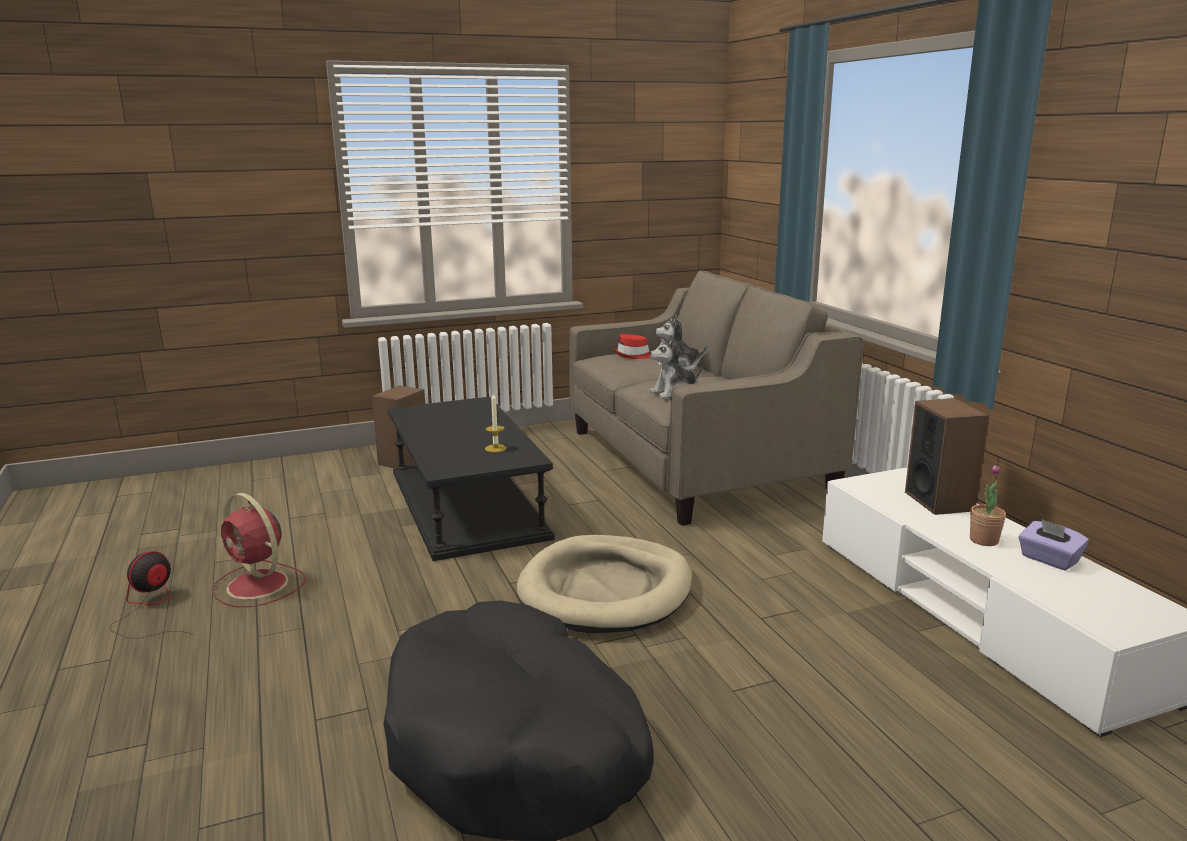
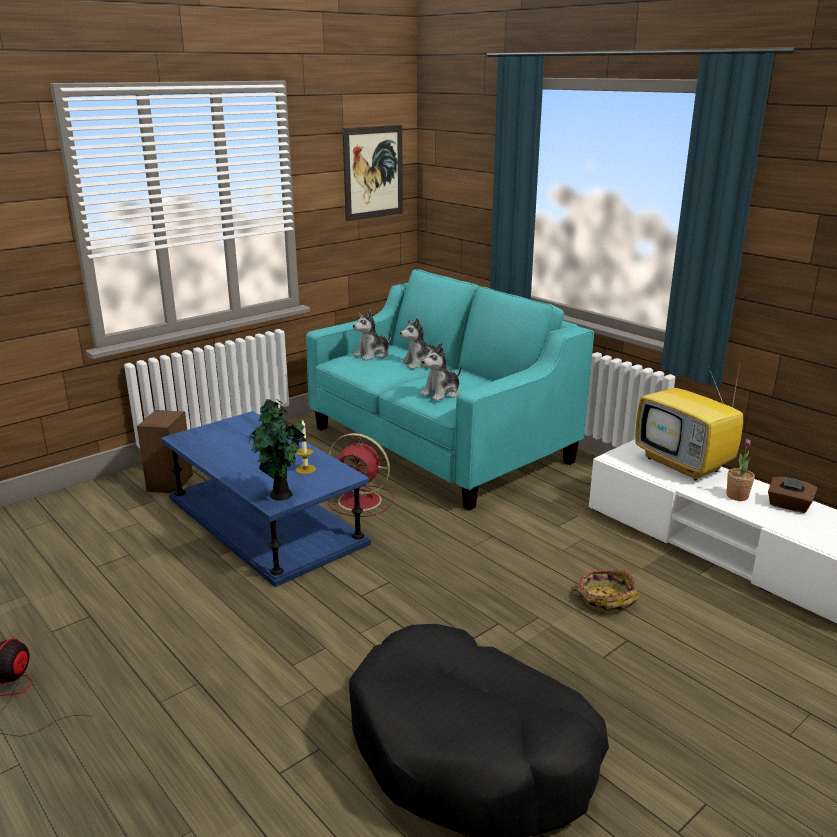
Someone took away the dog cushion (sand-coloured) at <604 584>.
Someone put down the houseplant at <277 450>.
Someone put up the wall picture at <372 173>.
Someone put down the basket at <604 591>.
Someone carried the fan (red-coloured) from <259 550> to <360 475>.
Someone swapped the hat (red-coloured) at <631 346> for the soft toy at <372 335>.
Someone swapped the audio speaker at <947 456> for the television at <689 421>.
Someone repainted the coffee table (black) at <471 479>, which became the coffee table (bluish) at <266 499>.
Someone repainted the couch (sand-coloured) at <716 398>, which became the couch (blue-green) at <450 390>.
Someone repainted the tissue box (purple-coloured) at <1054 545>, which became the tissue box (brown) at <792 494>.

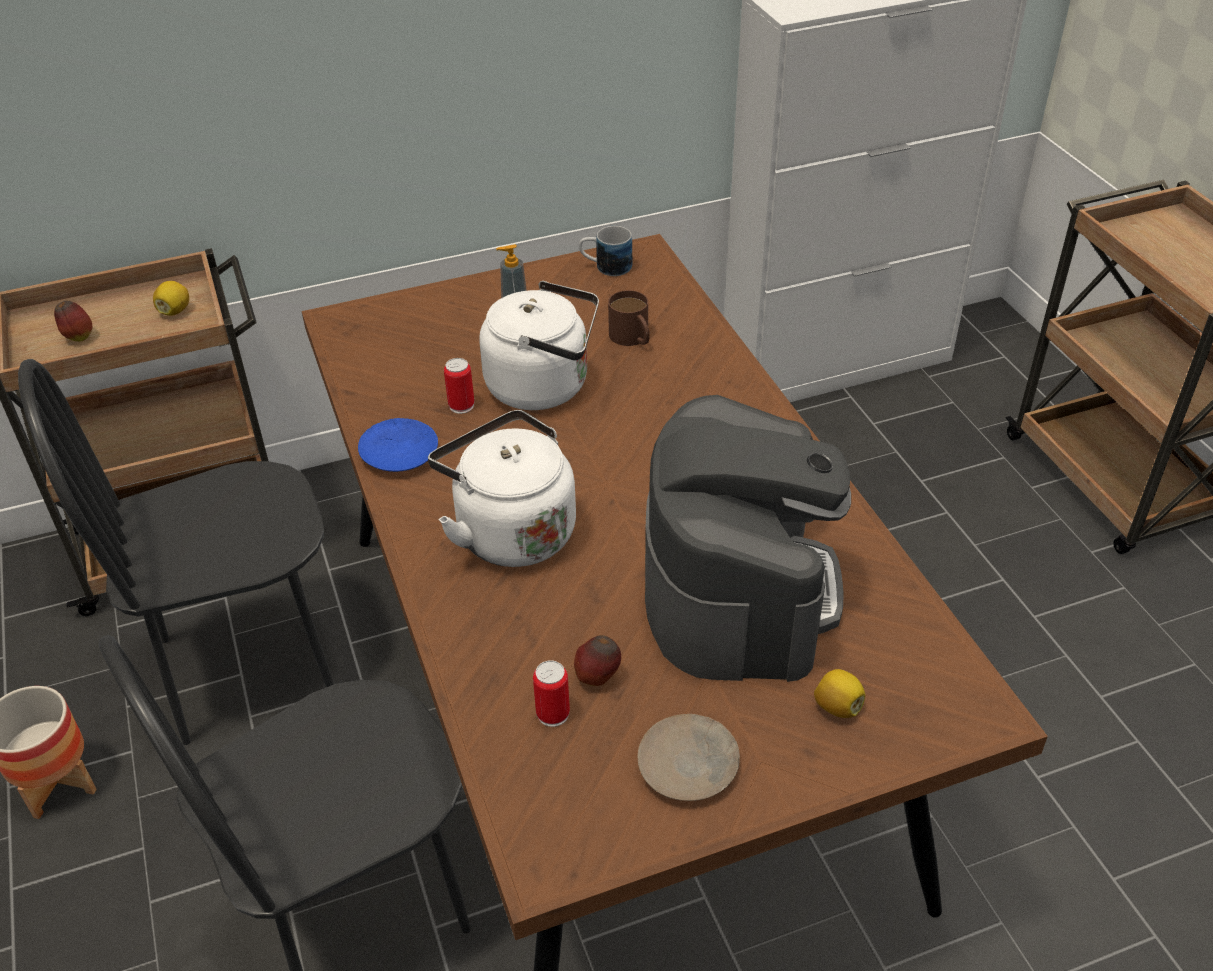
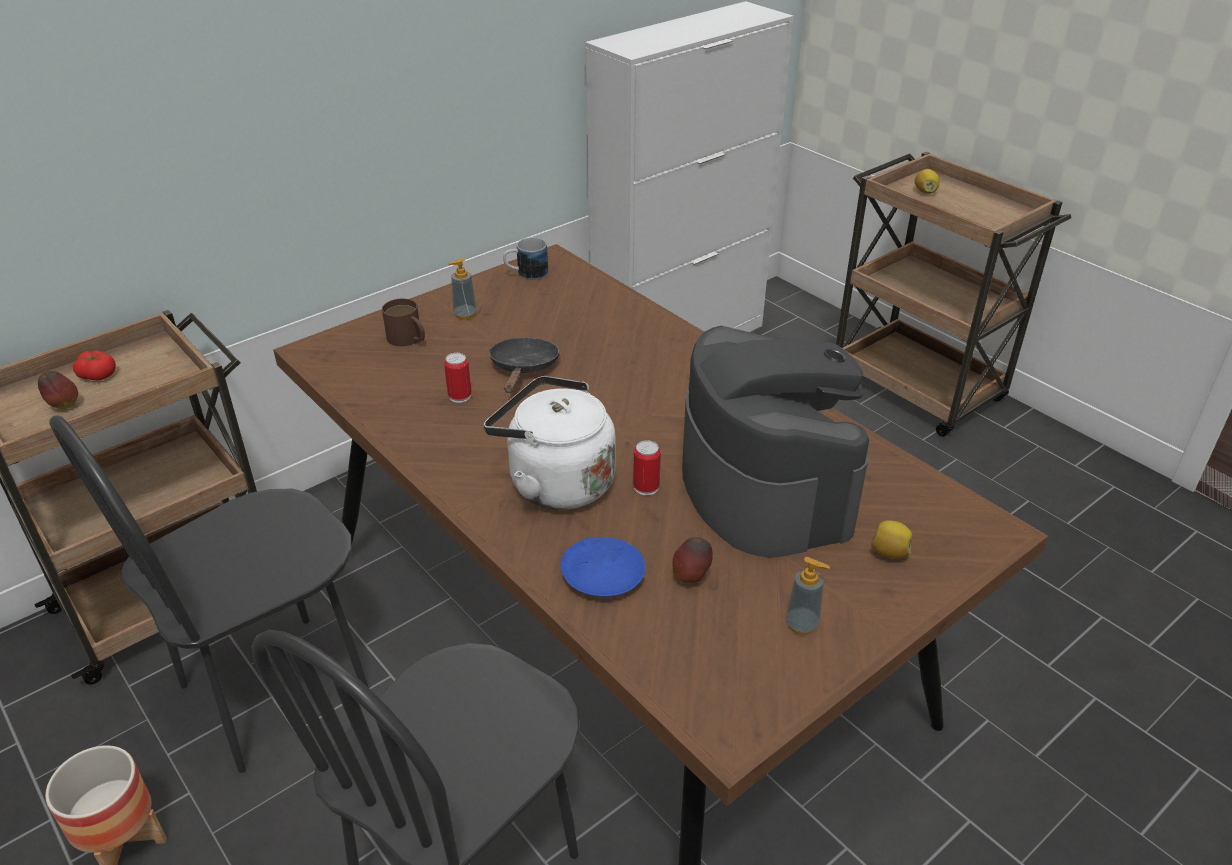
Someone put down the whole tomato at <94 365>.
Someone carried the citrus fruit from <171 298> to <927 181>.
Someone carried the flat dish (bluish) from <398 445> to <602 567>.
Someone carried the sealed can from <551 693> to <647 468>.
Someone carried the mug (brown) from <629 318> to <403 322>.
Someone swapped the tea kettle (whitish) at <539 345> for the skillet (black) at <524 365>.
Someone swapped the flat dish (sand-coloured) at <689 757> for the soap dispenser at <807 596>.

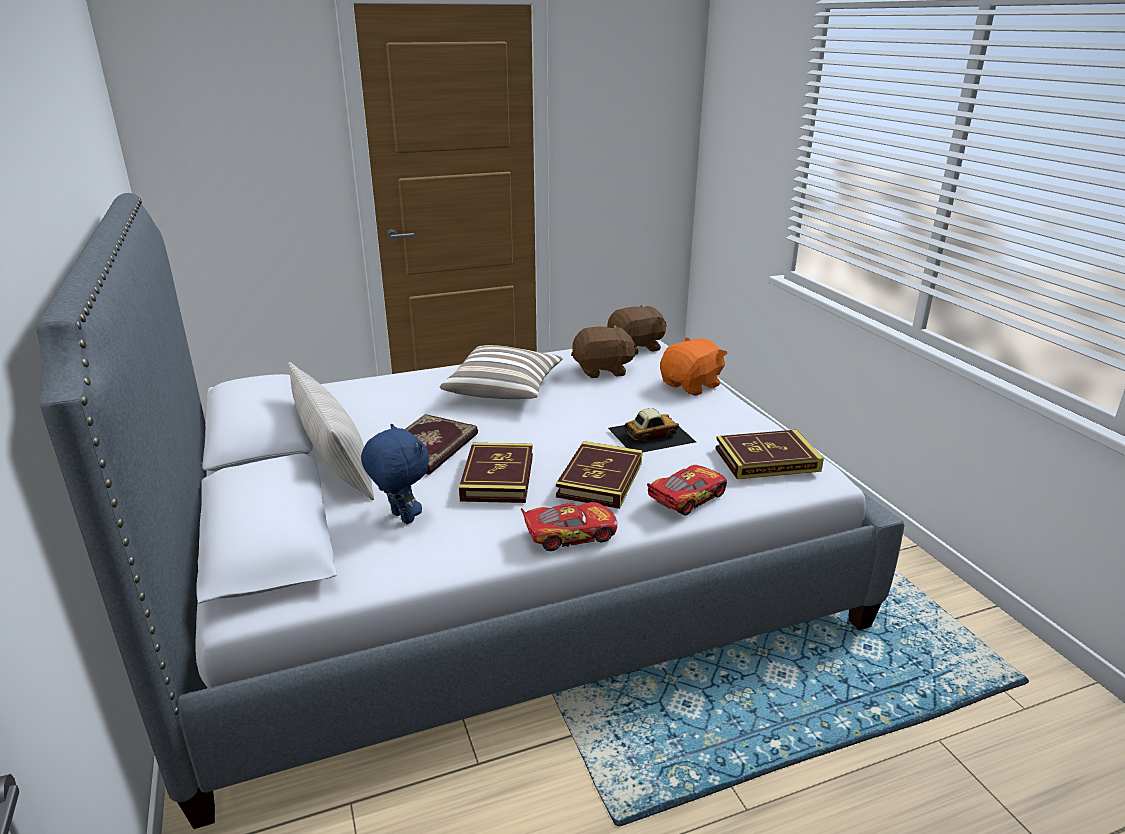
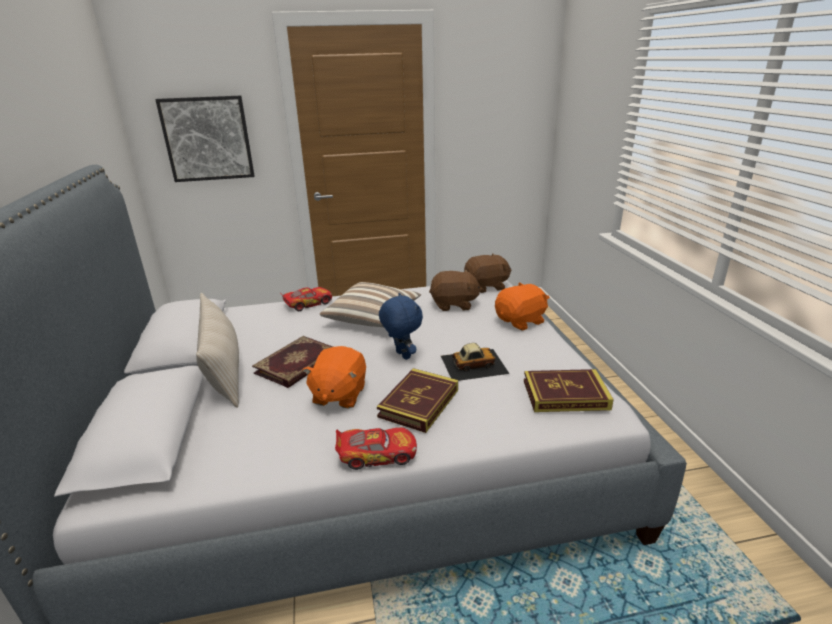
Someone put up the wall picture at <205 139>.
Someone carried the soft toy (bluish) from <395 474> to <401 326>.
Someone carried the model car from <687 490> to <306 299>.
Someone swapped the book at <496 473> for the soft toy (orangey) at <334 377>.

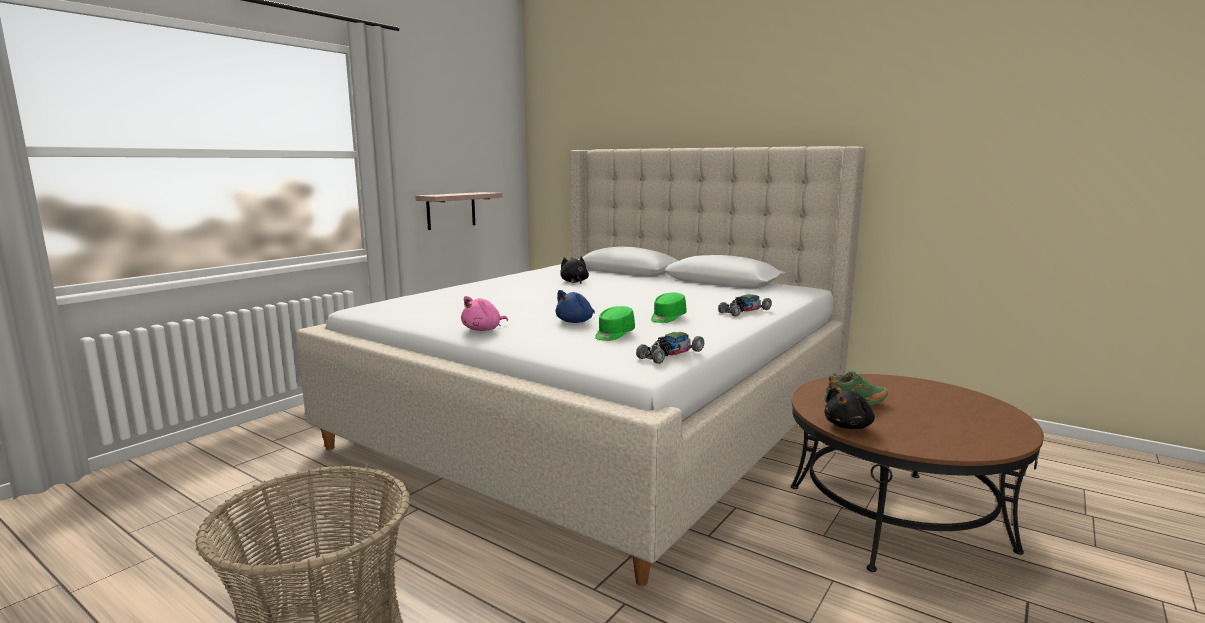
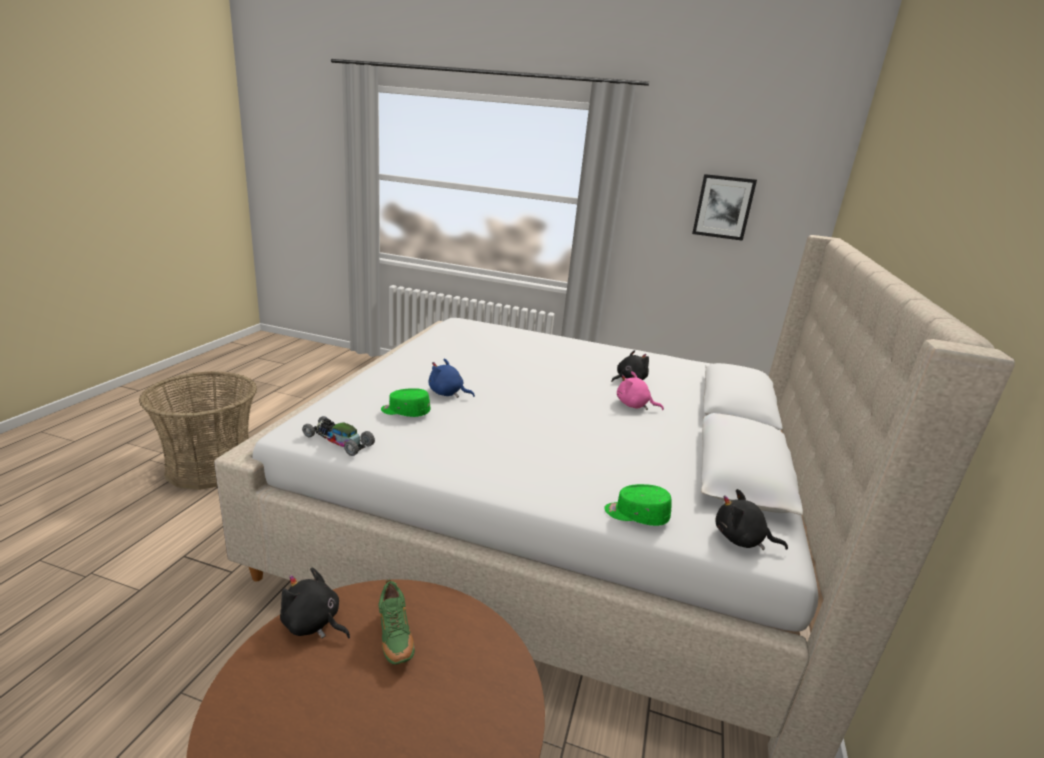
Someone took away the shelf at <458 211>.
Someone took away the model car at <745 305>.
Someone put up the wall picture at <724 207>.
Someone put down the soft toy (black) at <751 519>.
Someone carried the soft toy (pink) from <484 313> to <640 390>.
Someone carried the baseball cap (green-coloured) from <668 308> to <638 505>.

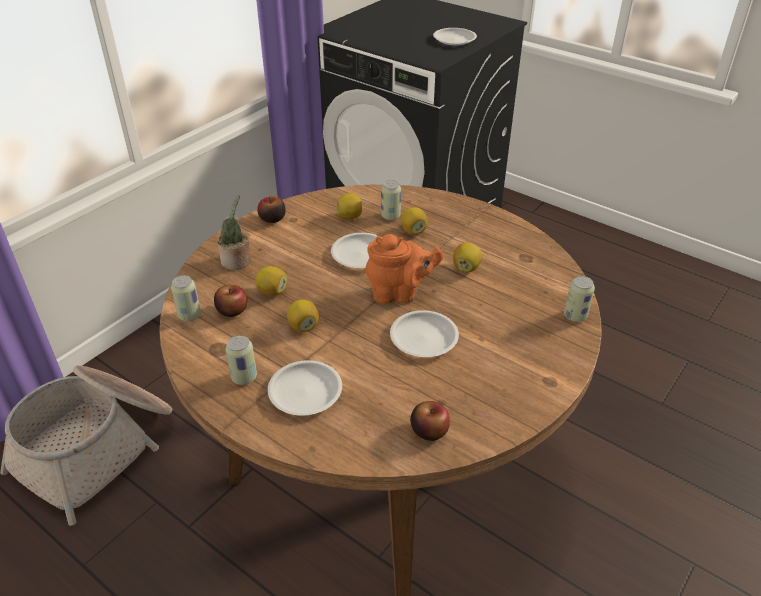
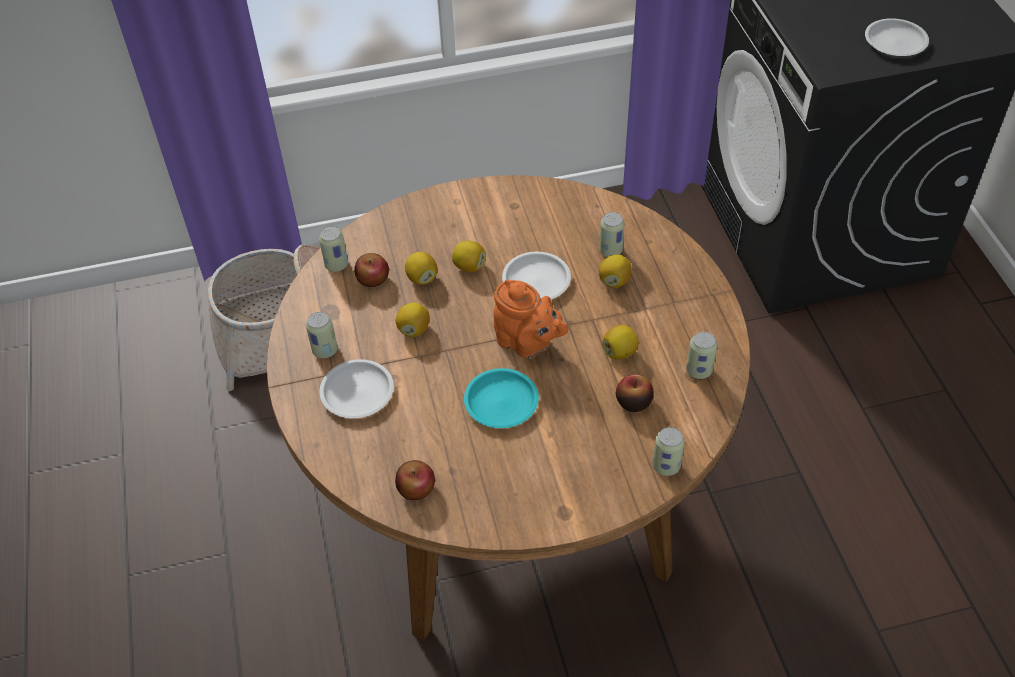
Someone took away the houseplant at <234 232>.
Someone put down the sealed can at <701 355>.
Someone carried the apple from <271 209> to <635 393>.
Someone carried the citrus fruit from <349 206> to <469 256>.
Someone repainted the flat dish (whitish) at <424 333>, which became the flat dish (blue-green) at <501 398>.

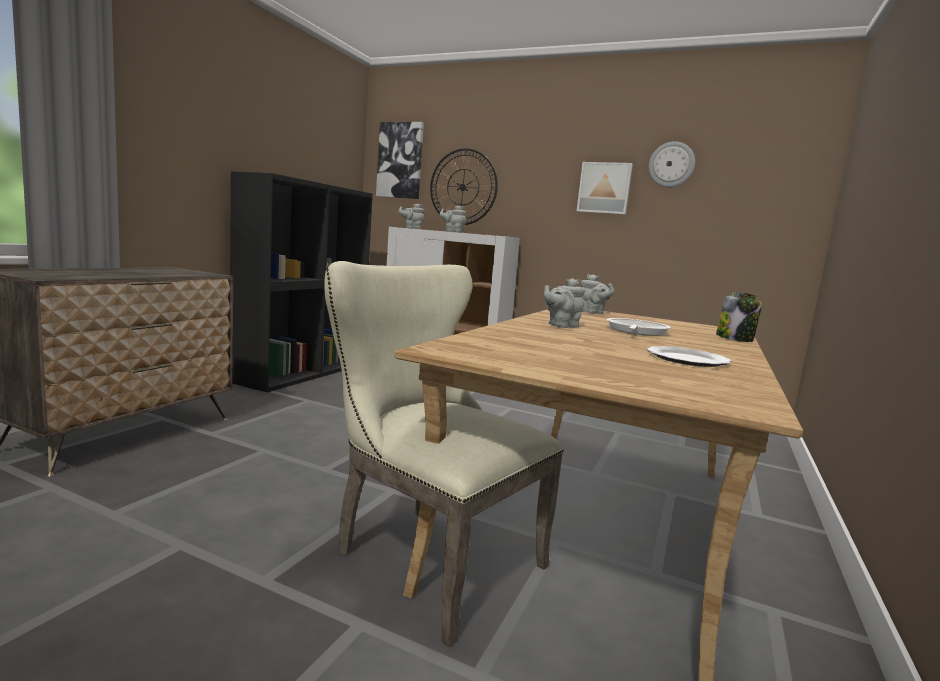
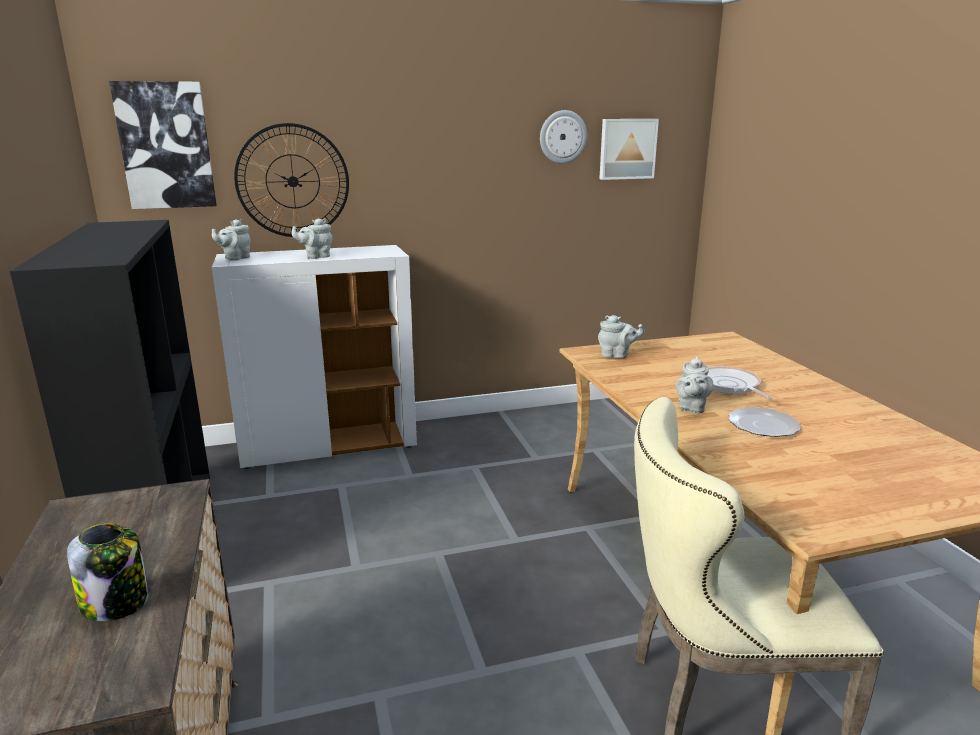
Someone carried the wall picture from <605 188> to <629 149>.
Someone carried the flat dish from <689 356> to <764 422>.
Someone carried the jar from <739 317> to <108 572>.

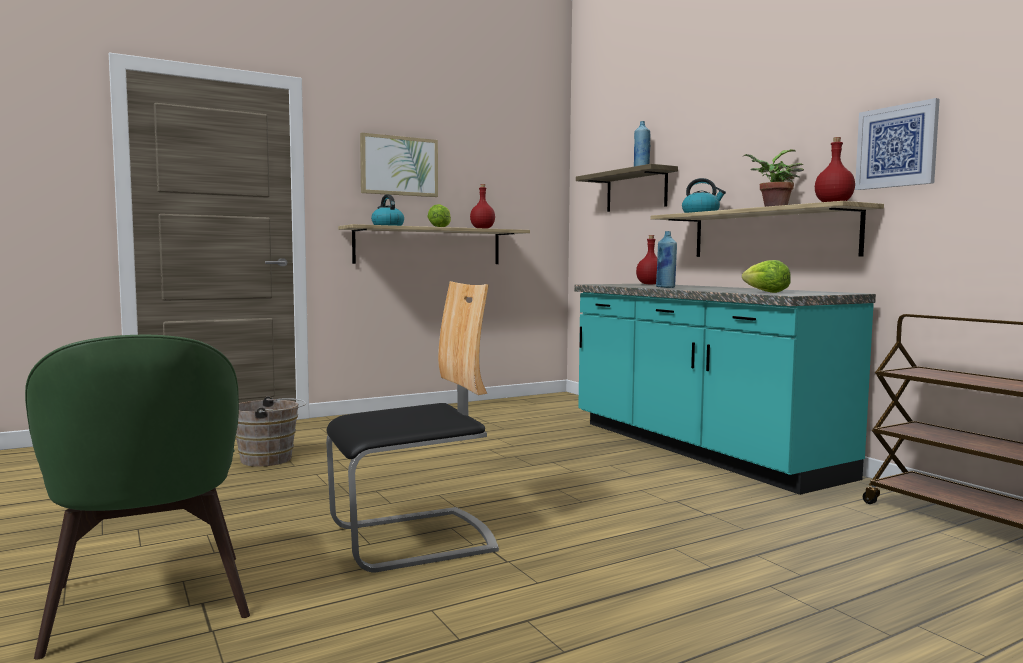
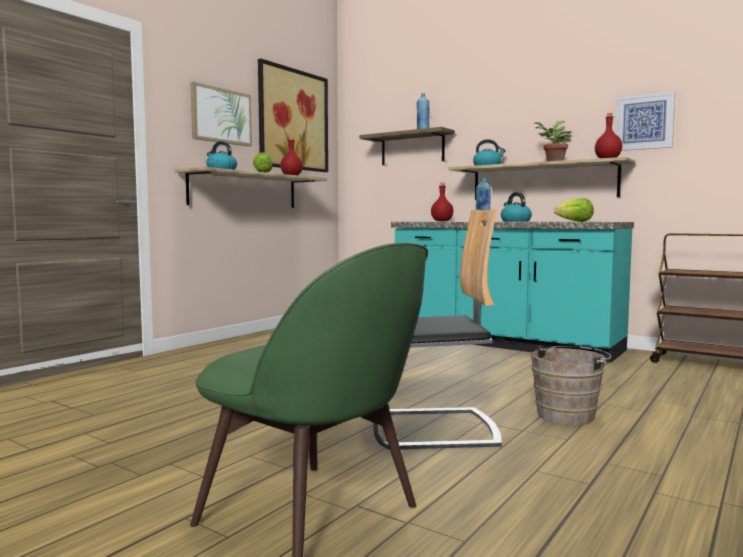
Someone put up the wall picture at <293 115>.
Someone put down the tea kettle at <516 207>.
Someone carried the bucket (brown) from <271 431> to <571 385>.
Someone rotated the plain chair at <412 426> by 45 degrees clockwise.

